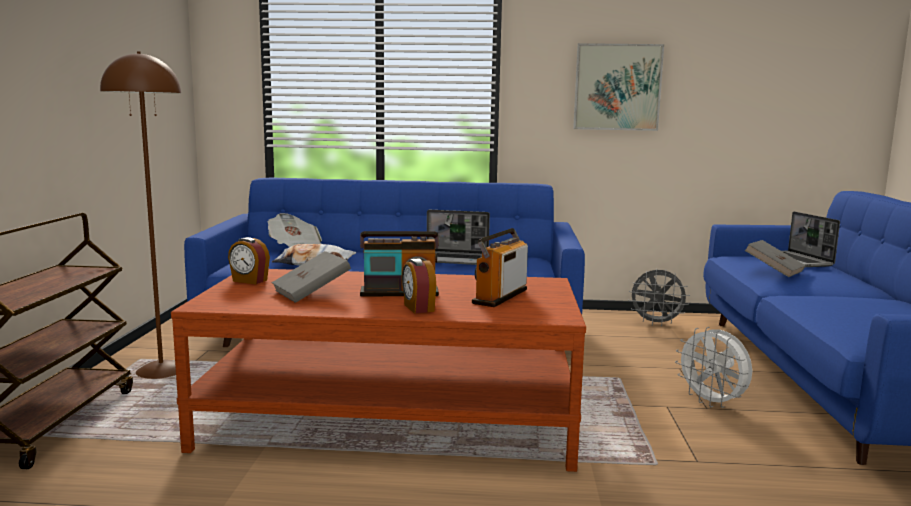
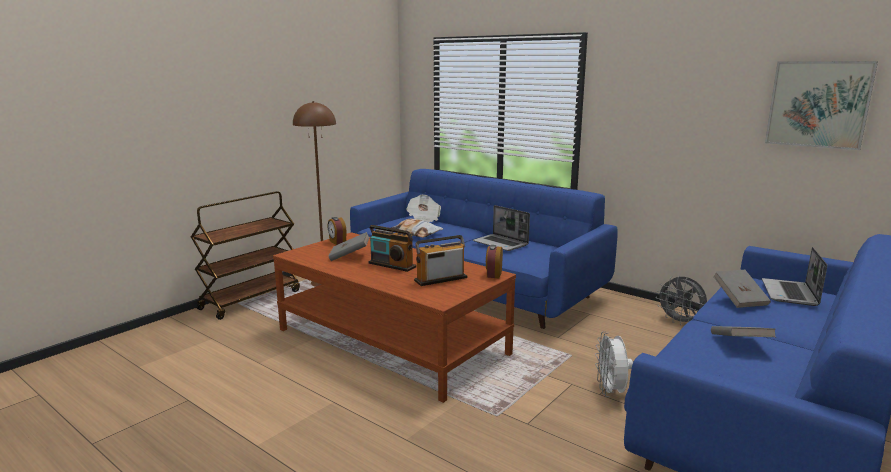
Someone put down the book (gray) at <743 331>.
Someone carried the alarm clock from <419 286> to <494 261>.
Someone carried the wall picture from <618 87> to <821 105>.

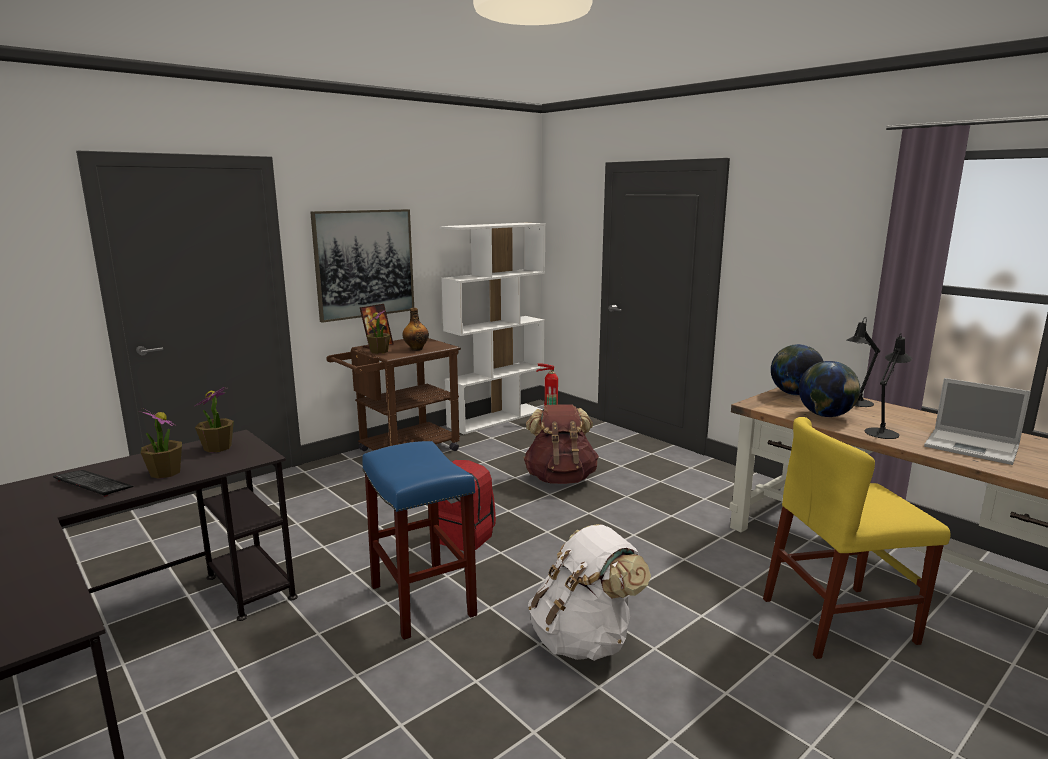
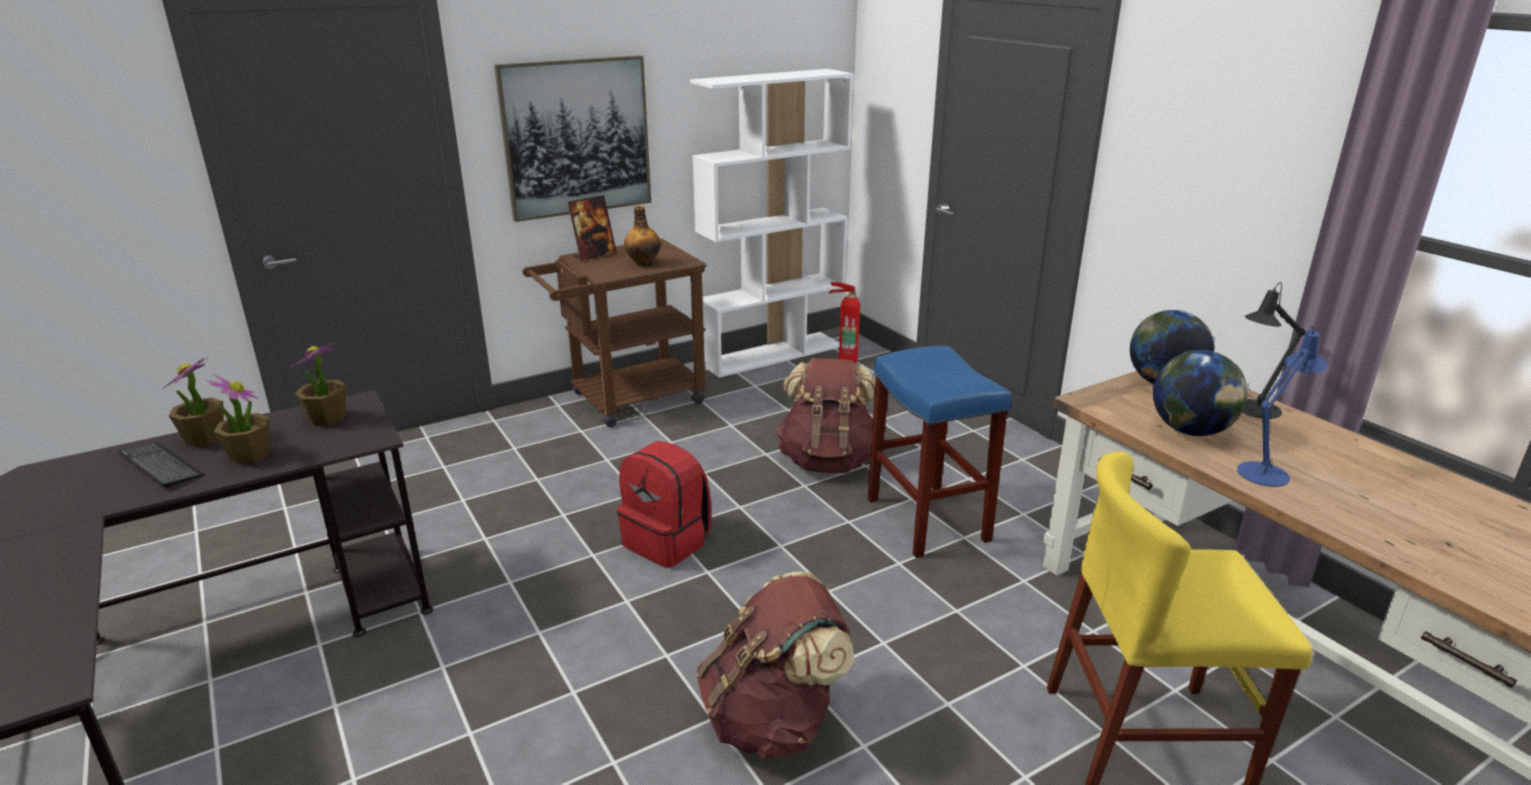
Someone took away the portable computer at <977 421>.
Someone carried the sitting stool (bluish) from <419 540> to <939 452>.
Someone carried the houseplant from <378 331> to <193 402>.
Someone repainted the knapsack (whitish) at <589 592>, which became the knapsack (brown) at <775 665>.
Someone repainted the table lamp (black) at <888 386>, which became the table lamp (bluish) at <1282 406>.

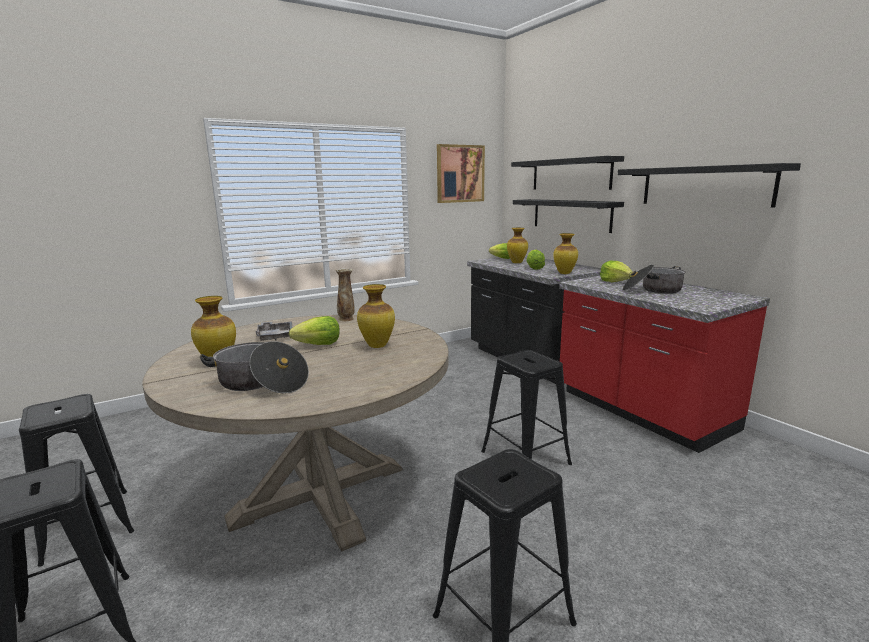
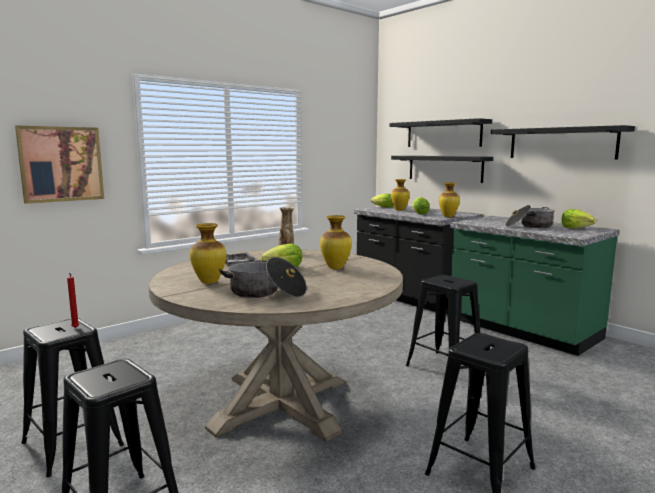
Someone put down the wax candle (red-coloured) at <73 300>.
Someone carried the wall picture from <461 173> to <59 165>.
Someone carried the lettuce head from <616 271> to <578 219>.
Someone repainted the kitchen counter (red-coloured) at <664 364>, which became the kitchen counter (green-coloured) at <534 286>.

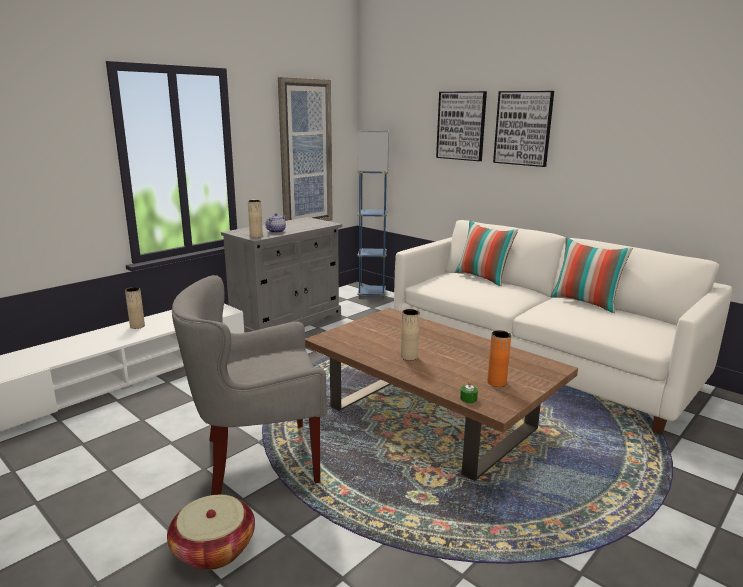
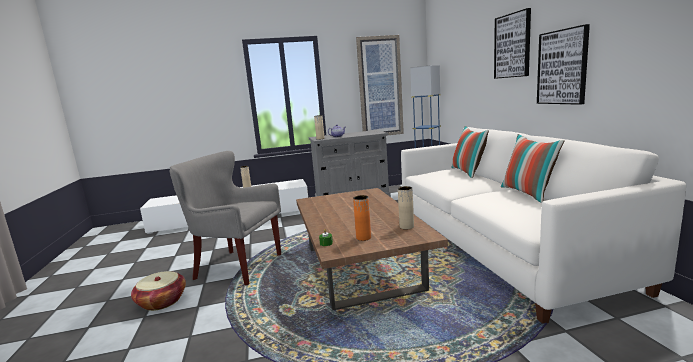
Someone carried the vase (sand-coloured) from <410 335> to <406 208>.
Someone carried the wall picture from <461 126> to <563 64>.

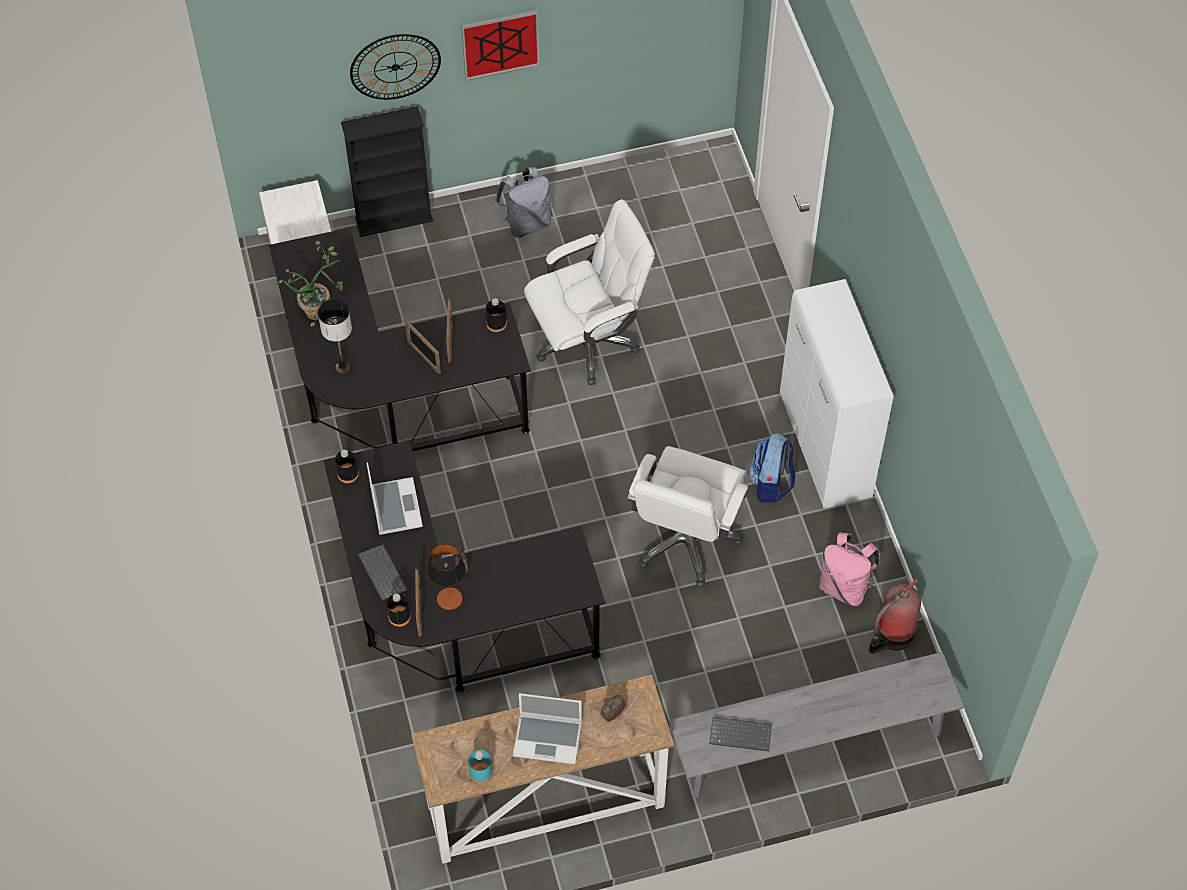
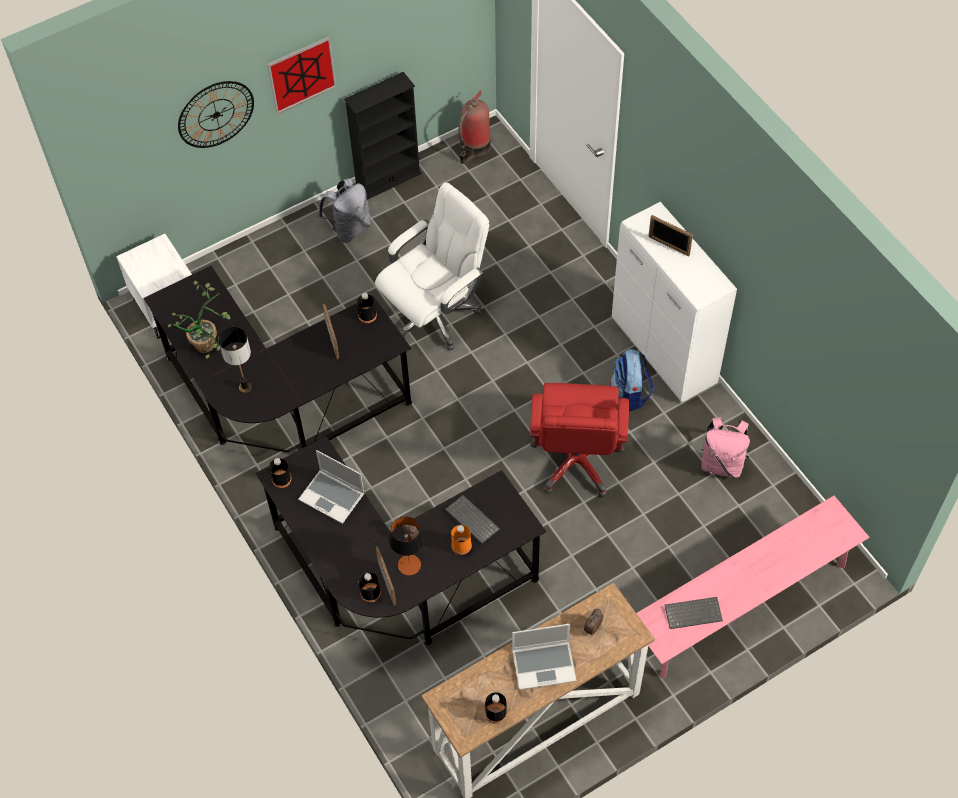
Someone put down the bottle (orangey) at <461 540>.
Someone carried the bookcase (black) from <387 171> to <382 136>.
Someone carried the keyboard from <383 572> to <472 519>.
Someone carried the photo frame from <423 347> to <670 235>.
Someone carried the extinguisher from <895 616> to <474 127>.
Someone repainted the bottle (blue-green) at <480 767>, which became the bottle (black) at <496 708>.
Someone repainted the office chair (whitish) at <687 517>, which became the office chair (red-coloured) at <579 440>.
Someone repainted the bench (gray) at <816 725>, which became the bench (pink) at <752 587>.
Someone rotated the portable computer at <395 498> by 150 degrees clockwise.

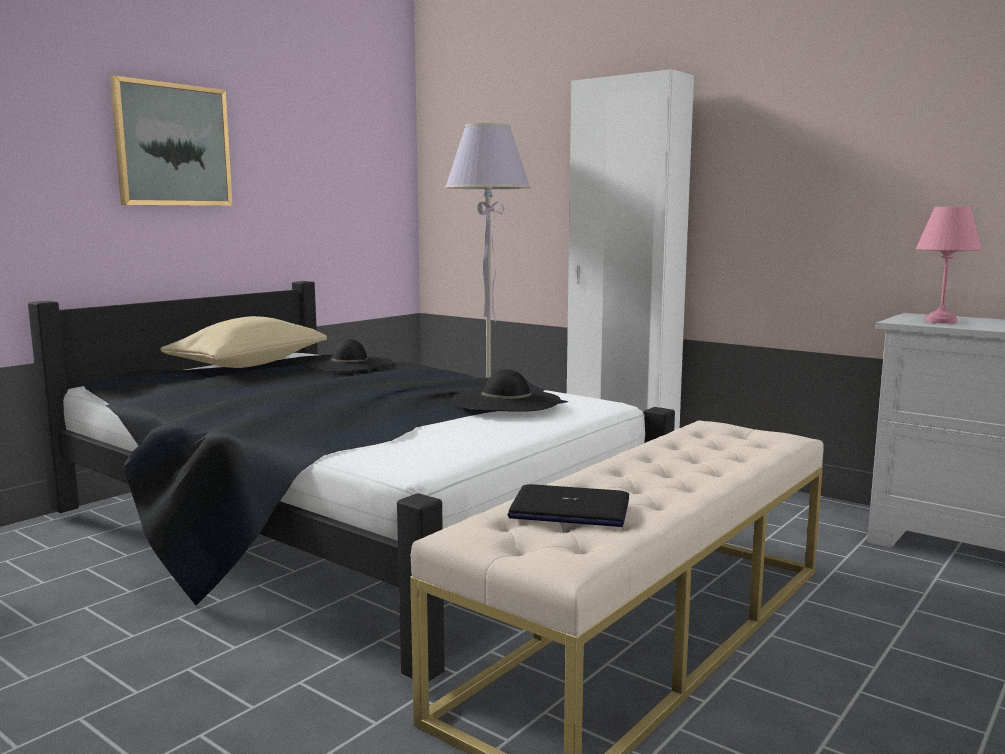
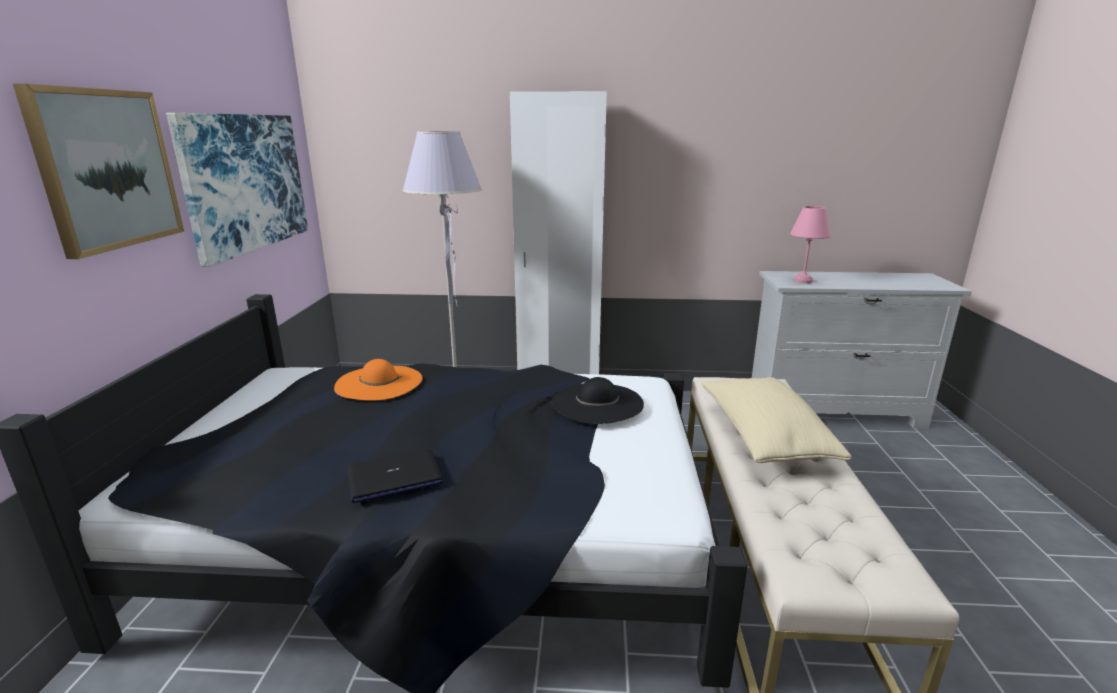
Someone put up the wall picture at <237 190>.
Someone carried the throw pillow (sand-coloured) from <243 342> to <777 420>.
Someone carried the portable computer from <568 505> to <395 476>.
Someone repainted the hat (black) at <349 355>, which became the hat (orangey) at <378 379>.

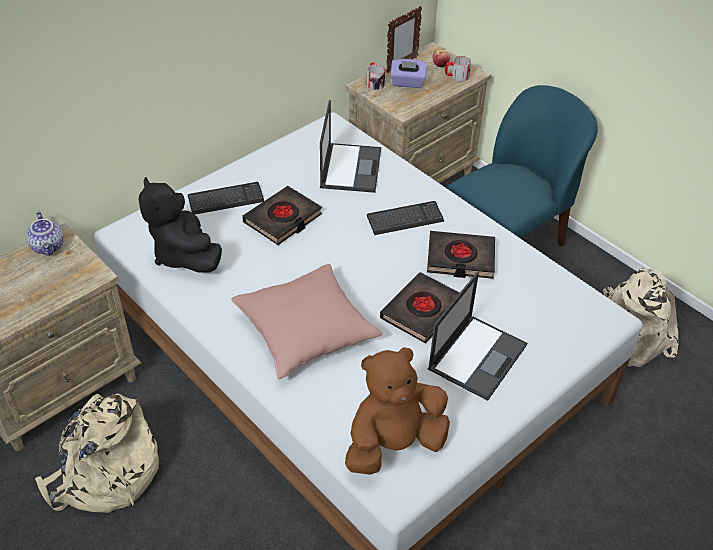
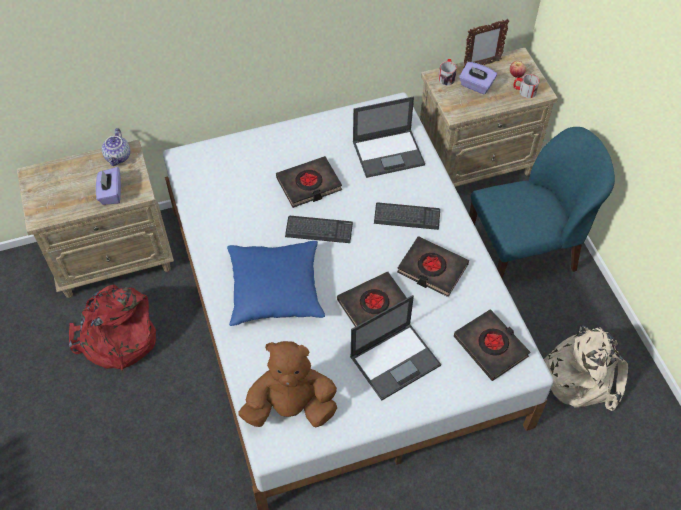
Someone took away the soft toy (black) at <180 225>.
Someone put down the tissue box (purple-coloured) at <108 186>.
Someone put down the book (black) at <492 345>.
Someone carried the keyboard from <226 198> to <319 229>.
Someone repainted the knapsack (sand-coloured) at <97 453>, which became the knapsack (red-coloured) at <112 328>.
Someone repainted the throw pillow (pink) at <306 321>, which became the throw pillow (bluish) at <276 283>.
Someone rotated the portable computer at <350 146> by 45 degrees clockwise.

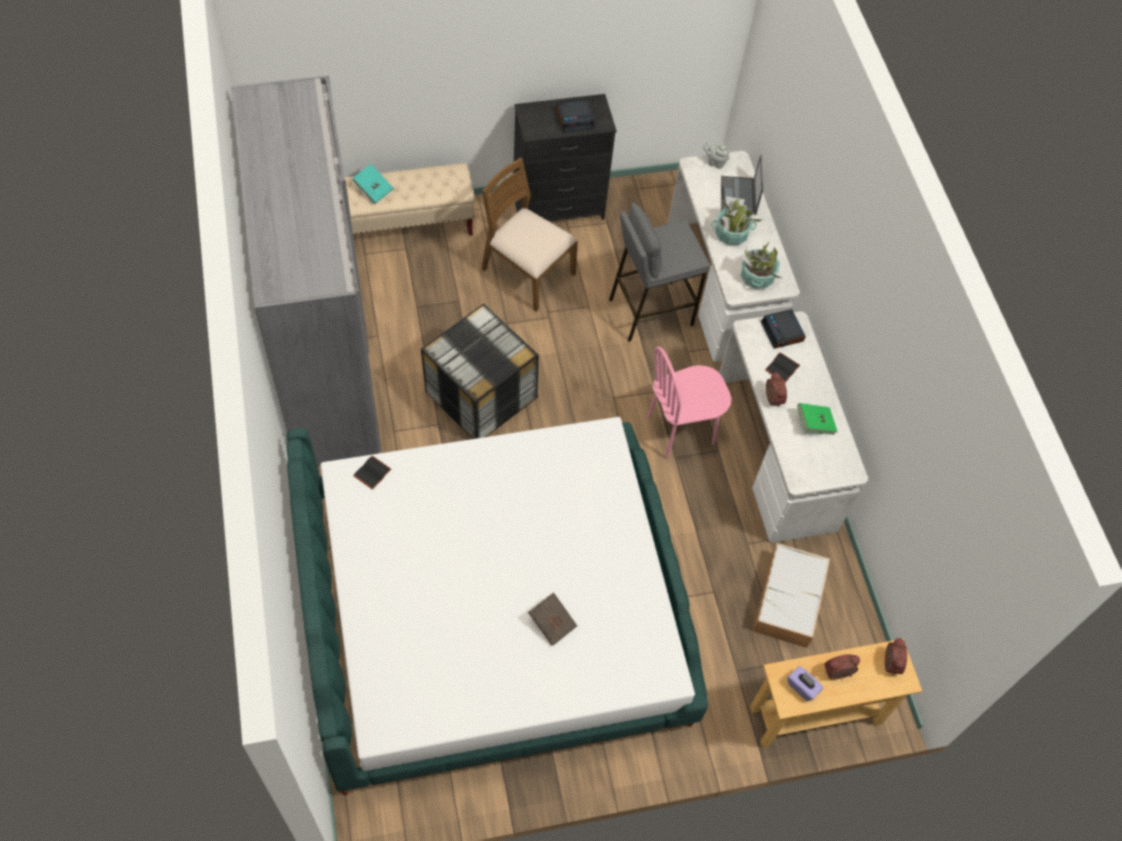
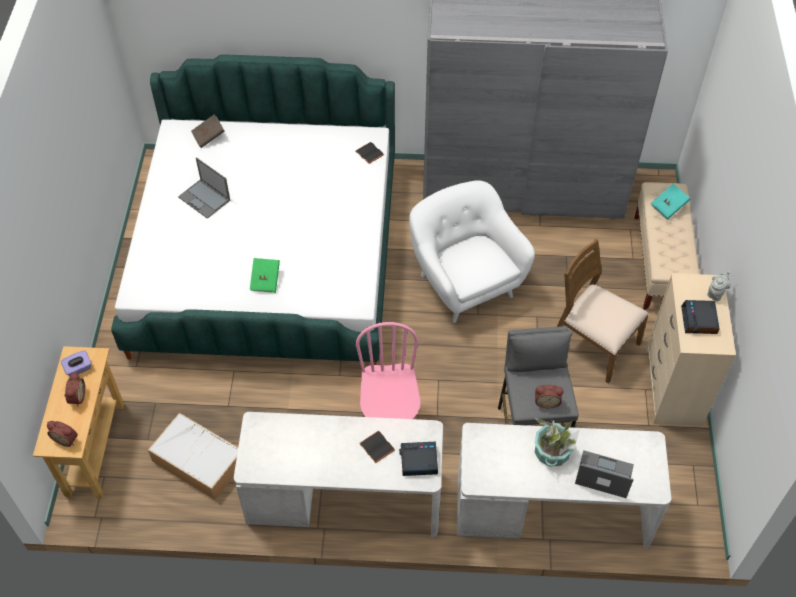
Someone took away the houseplant at <761 266>.
Someone put down the portable computer at <204 188>.
Someone carried the book (brown) from <552 619> to <208 131>.
Someone carried the teapot (gray) from <716 155> to <719 286>.
Someone carried the alarm clock from <776 389> to <549 396>.
Someone carried the book (green-coloured) from <817 419> to <265 275>.
Someone swapped the storage box at <480 371> for the easy chair (whitish) at <472 251>.
Someone repainted the chest of drawers (black) at <565 157>, which became the chest of drawers (sand-coloured) at <691 349>.
Someone rotated the plain chair (brown) at <530 235> by 105 degrees counterclockwise.

